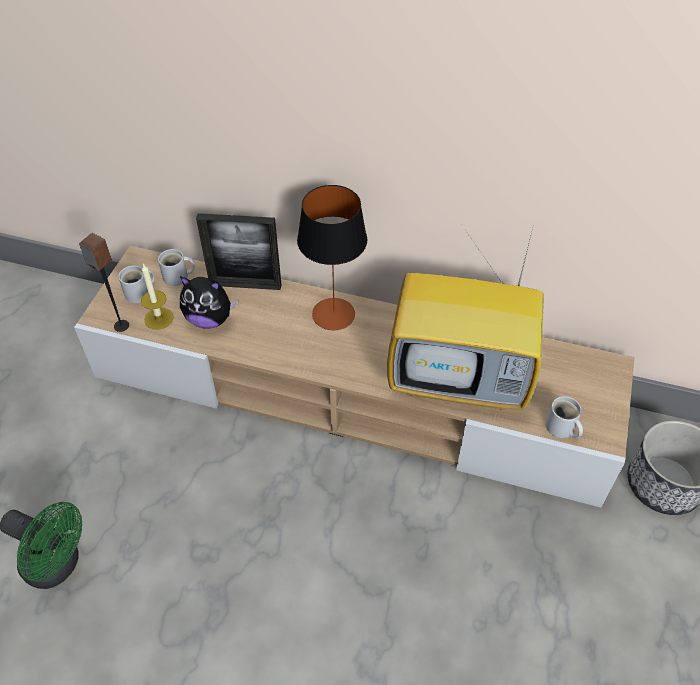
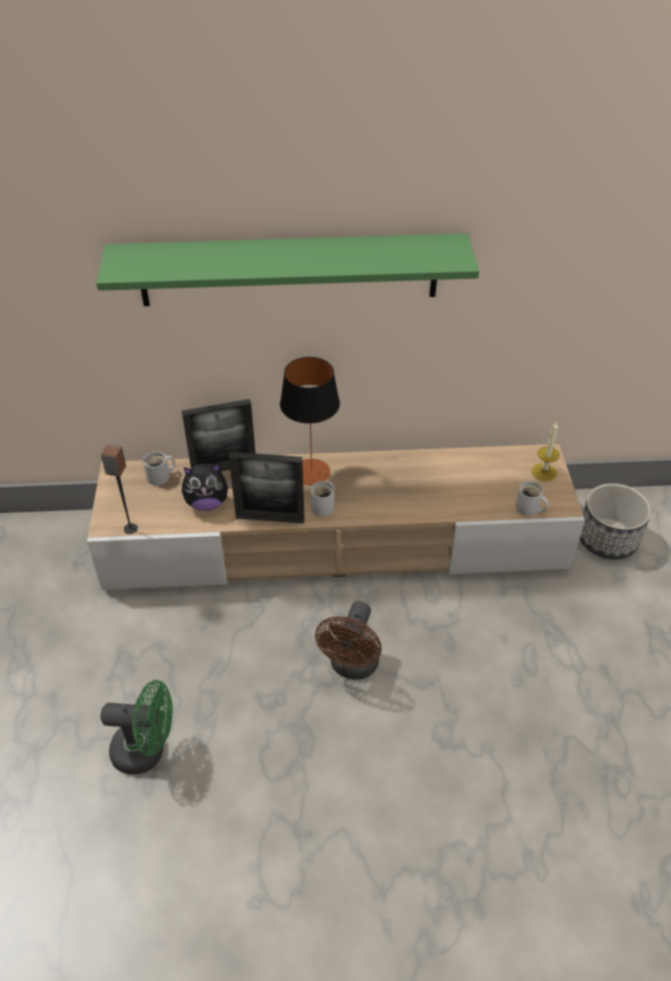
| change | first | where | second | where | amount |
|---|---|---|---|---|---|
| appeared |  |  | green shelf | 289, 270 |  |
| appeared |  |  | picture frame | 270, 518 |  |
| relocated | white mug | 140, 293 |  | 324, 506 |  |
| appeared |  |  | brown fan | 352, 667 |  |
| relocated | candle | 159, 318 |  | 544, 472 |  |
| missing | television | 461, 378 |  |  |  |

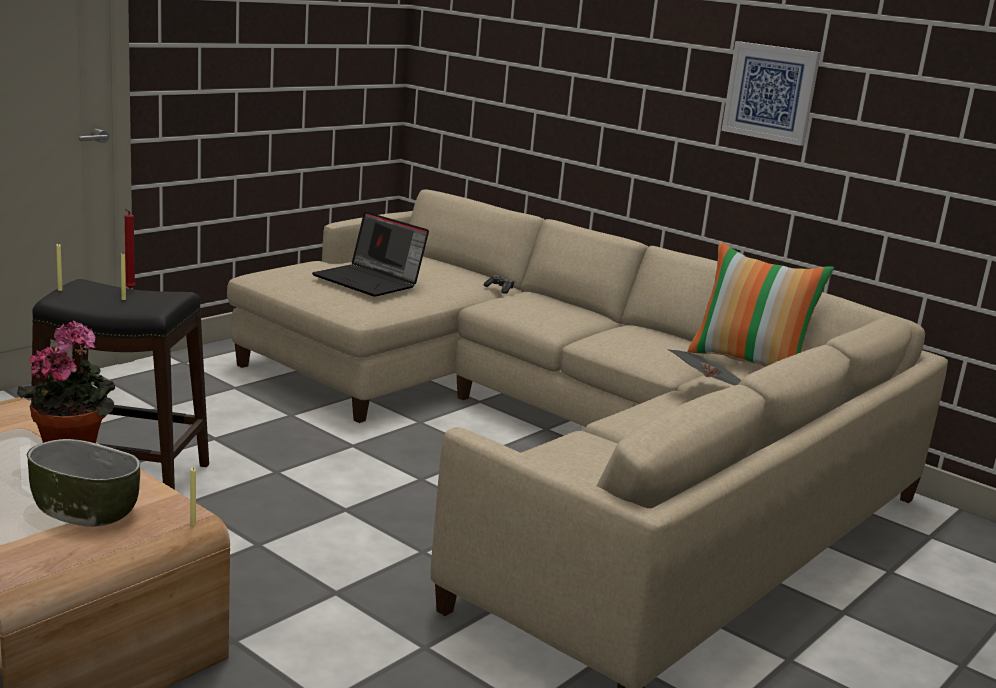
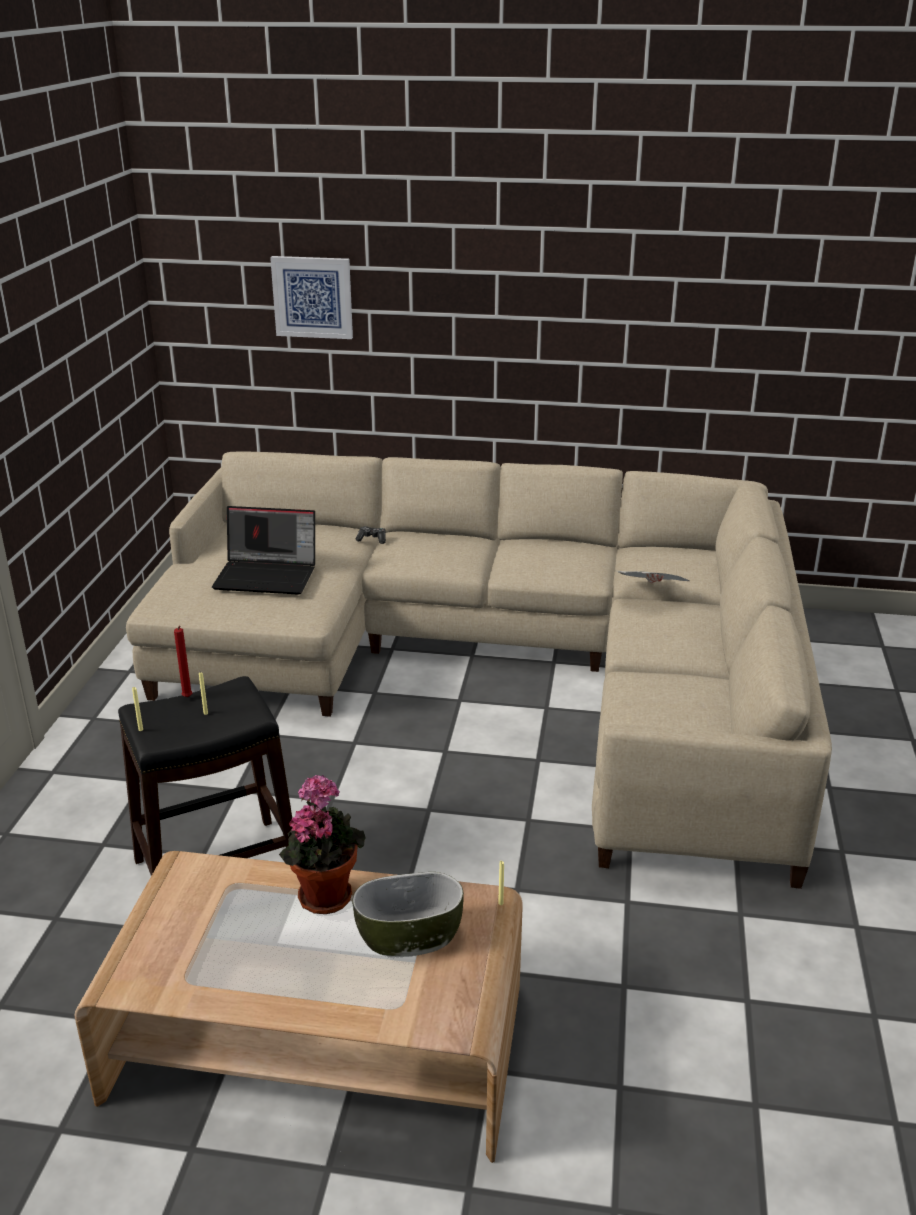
| change | first | where | second | where | amount |
|---|---|---|---|---|---|
| relocated | picture | 771, 92 |  | 313, 297 |  |
| missing | pillow | 749, 363 |  |  |  |

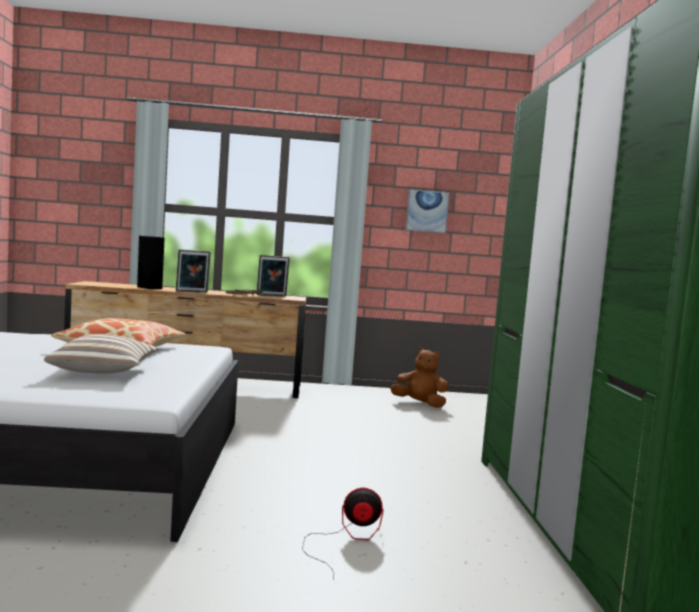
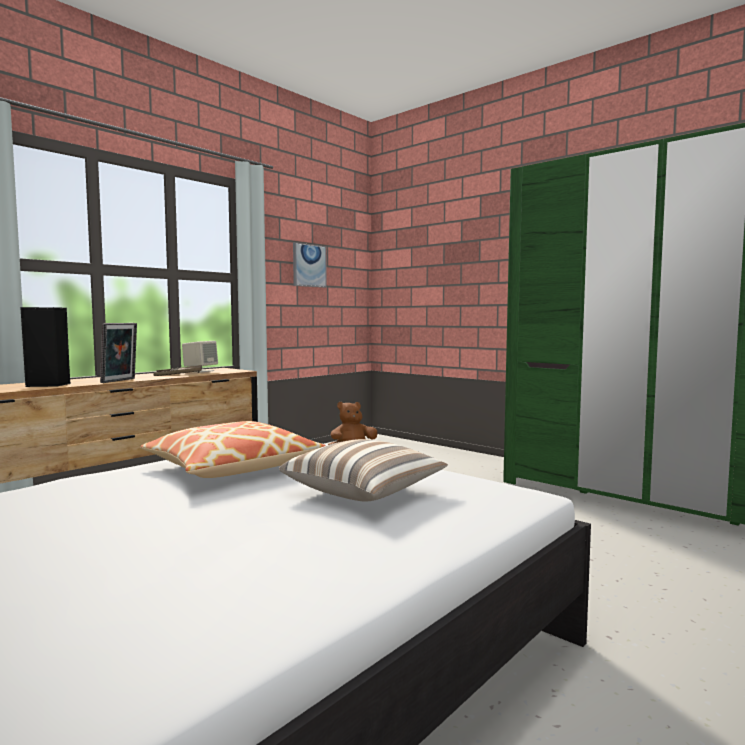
| change | first | where | second | where | amount |
|---|---|---|---|---|---|
| exchanged | picture frame | 271, 295 | beige speaker | 200, 371 |  |
| missing | fan | 346, 539 |  |  |  |

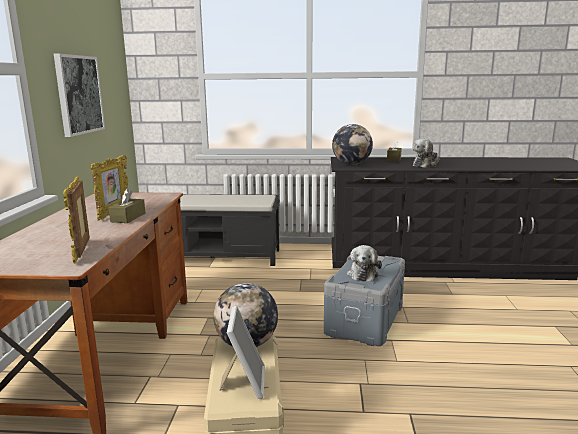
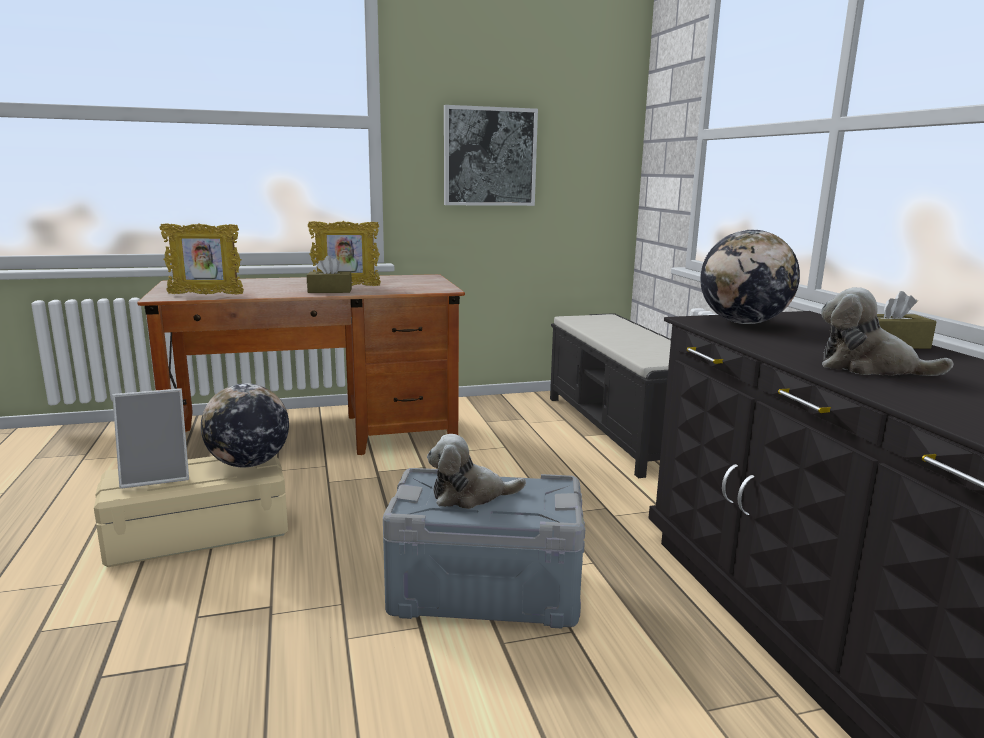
| change | first | where | second | where | amount |
|---|---|---|---|---|---|
| spun | picture frame | 82, 252 |  | 206, 294 | 150 degrees counterclockwise |

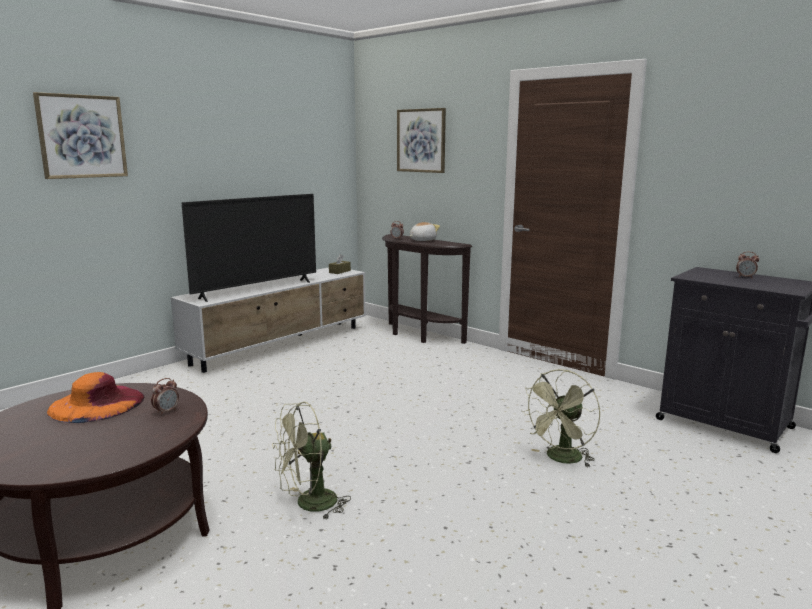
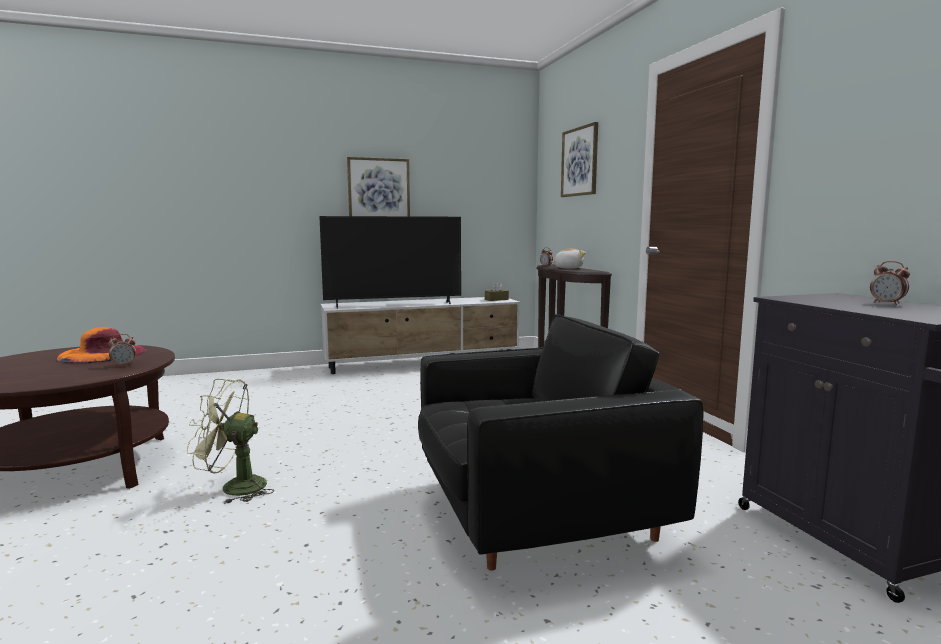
| change | first | where | second | where | amount |
|---|---|---|---|---|---|
| relocated | picture | 82, 136 |  | 379, 190 |  |
| exchanged | green fan | 561, 459 | black armchair | 535, 517 |  |

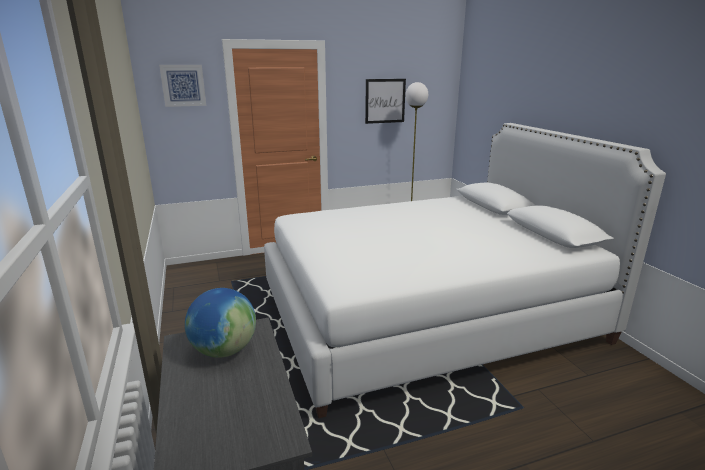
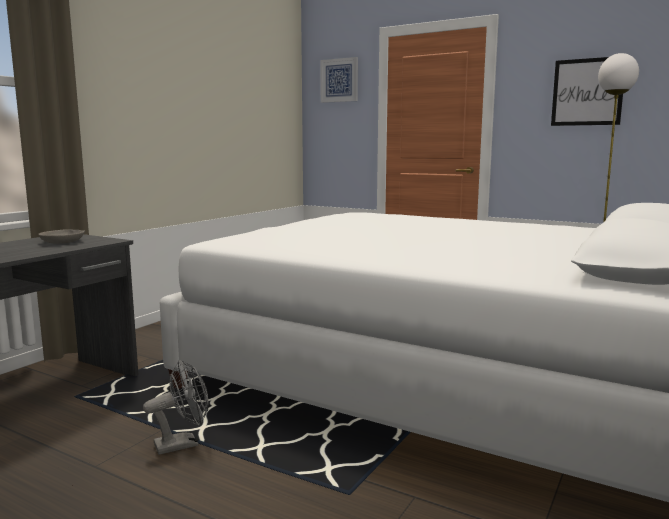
| change | first | where | second | where | amount |
|---|---|---|---|---|---|
| exchanged | globe | 224, 350 | grey bowl | 63, 242 |  |
| appeared |  |  | grey fan | 183, 443 |  |

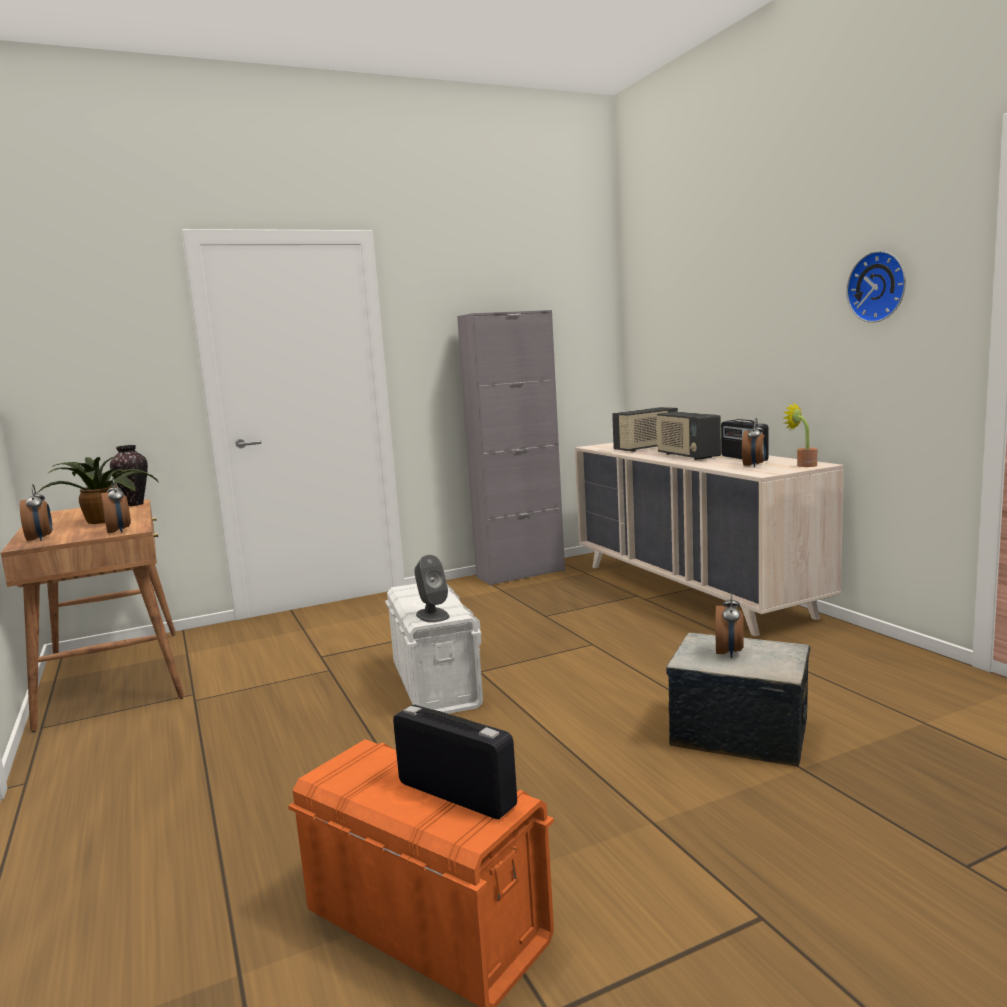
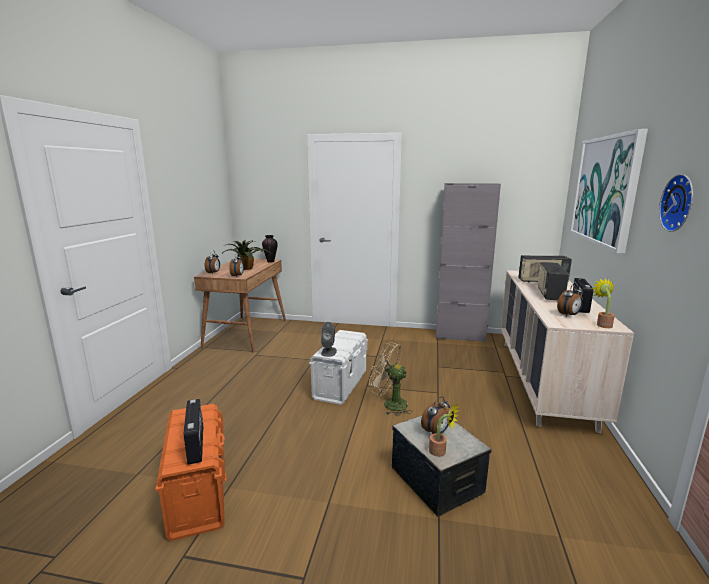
| change | first | where | second | where | amount |
|---|---|---|---|---|---|
| appeared |  |  | beige fan | 389, 404 |  |
| appeared |  |  | potted plant | 440, 452 |  |
| appeared |  |  | picture | 605, 190 |  |

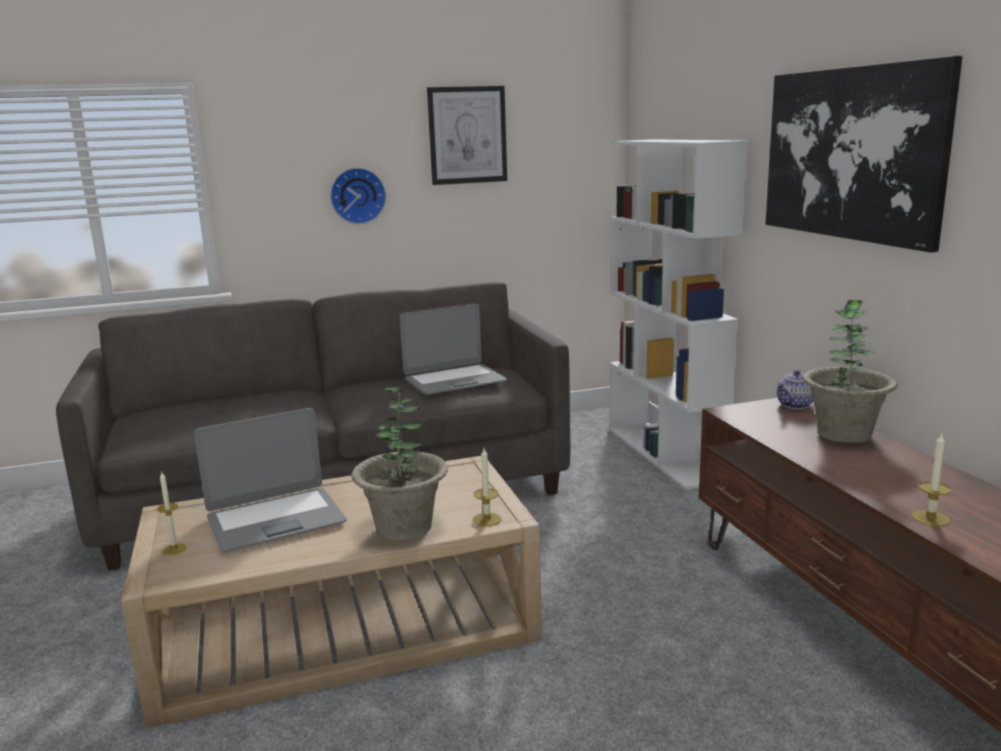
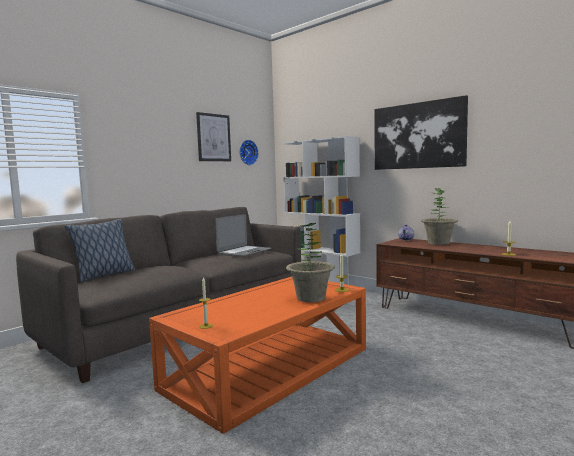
| change | first | where | second | where | amount |
|---|---|---|---|---|---|
| appeared |  |  | pillow | 104, 275 |  |
| colour | beige coffee table | 344, 626 | orange coffee table | 269, 367 |  |
| relocated | wall clock | 357, 195 |  | 247, 152 |  |
| missing | laptop | 275, 520 |  |  |  |

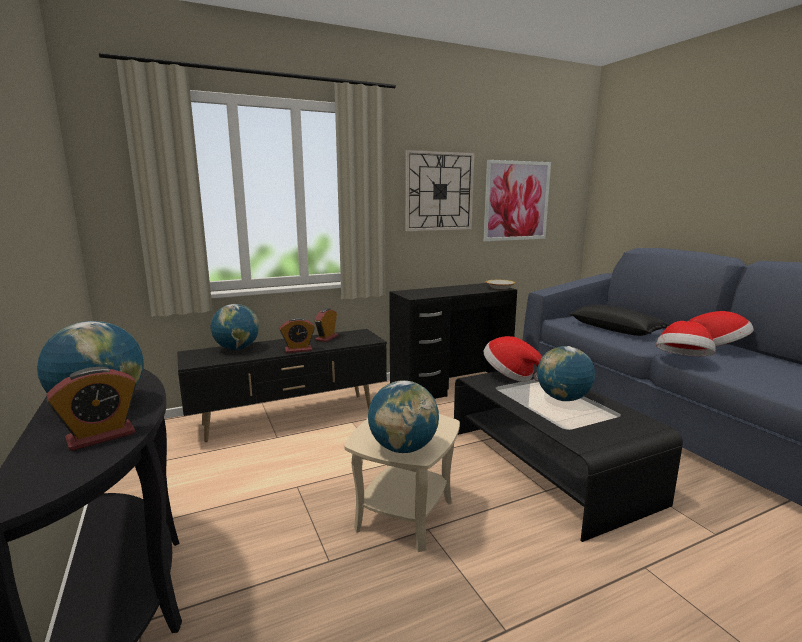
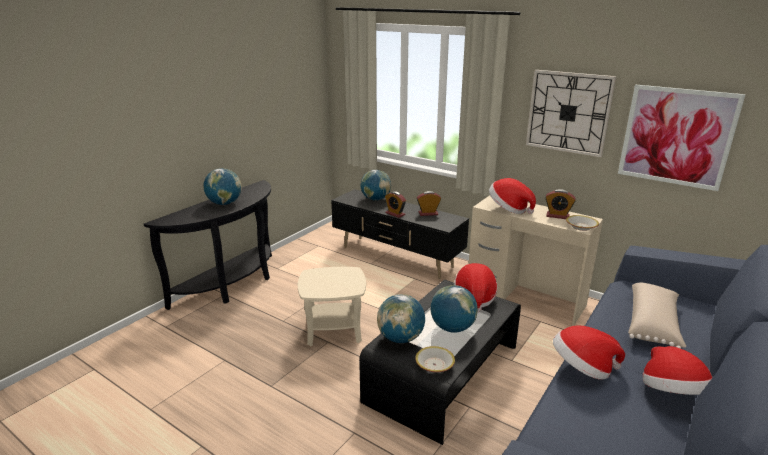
| change | first | where | second | where | amount |
|---|---|---|---|---|---|
| relocated | globe | 403, 448 |  | 400, 338 |  |
| appeared |  |  | bowl | 434, 365 |  |
| colour | black desk | 451, 386 | beige desk | 525, 297 |  |
| appeared |  |  | hat | 509, 209 |  |
| relocated | alarm clock | 101, 436 |  | 557, 216 |  |
| colour | black pillow | 616, 330 | beige pillow | 653, 325 |  |

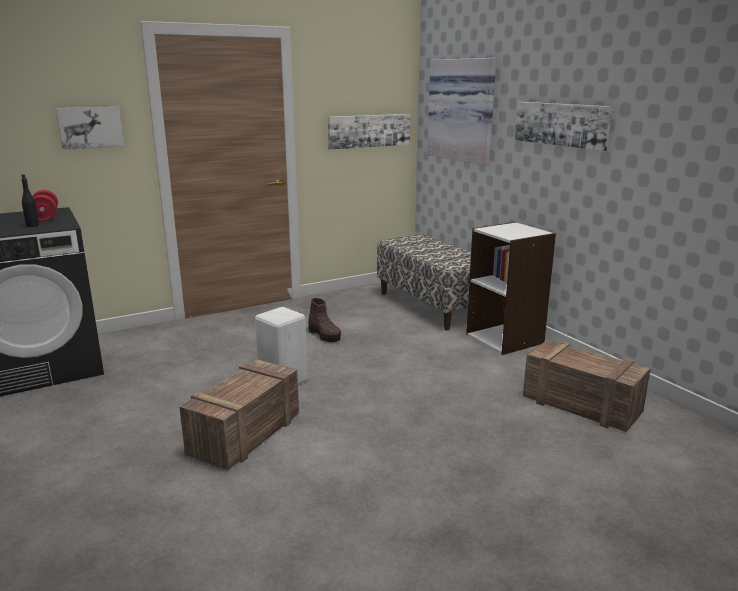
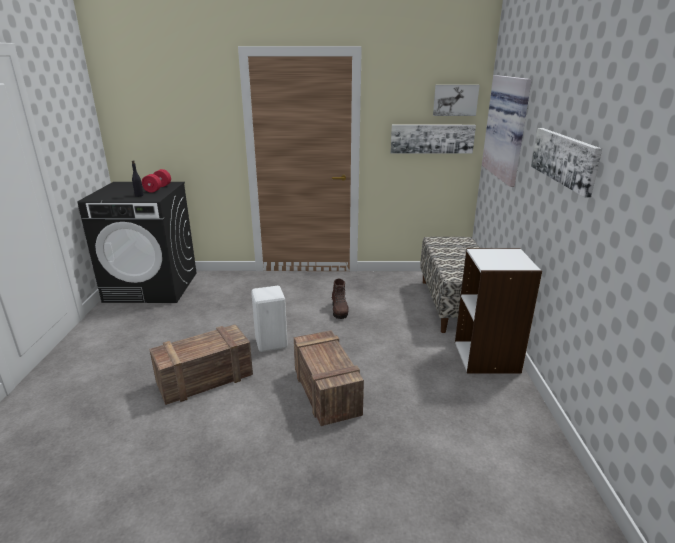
| change | first | where | second | where | amount |
|---|---|---|---|---|---|
| relocated | crate | 583, 405 |  | 327, 393 |  |
| relocated | picture | 90, 127 |  | 455, 100 |  |

